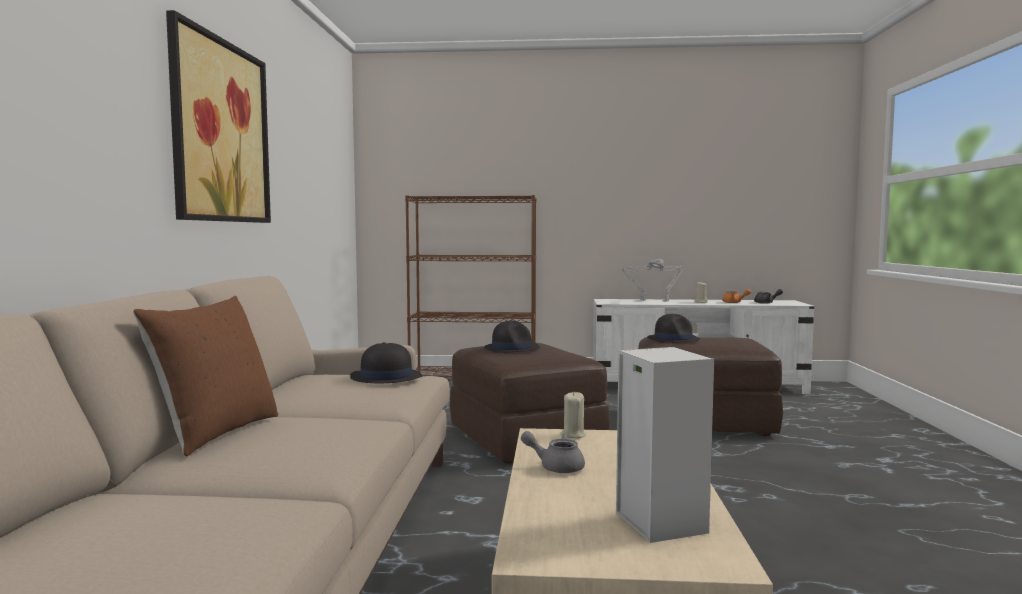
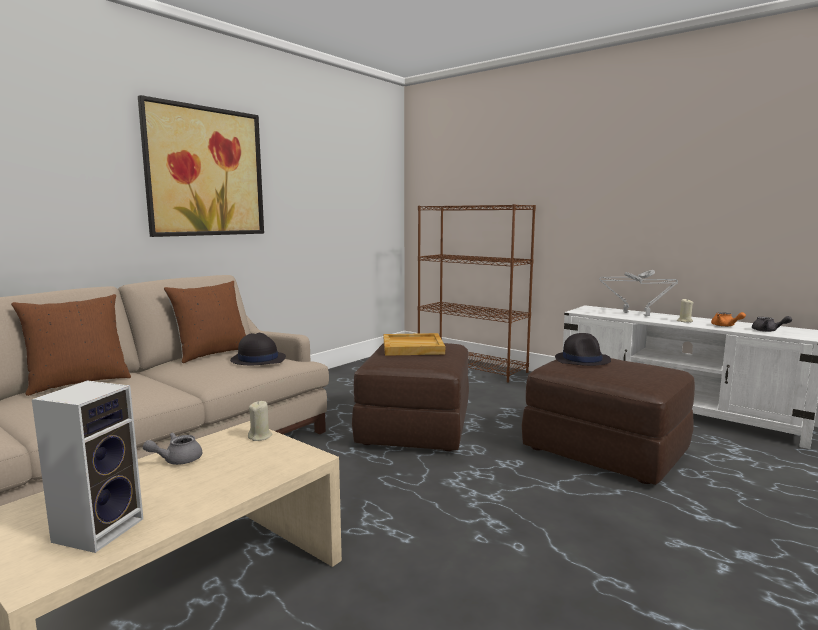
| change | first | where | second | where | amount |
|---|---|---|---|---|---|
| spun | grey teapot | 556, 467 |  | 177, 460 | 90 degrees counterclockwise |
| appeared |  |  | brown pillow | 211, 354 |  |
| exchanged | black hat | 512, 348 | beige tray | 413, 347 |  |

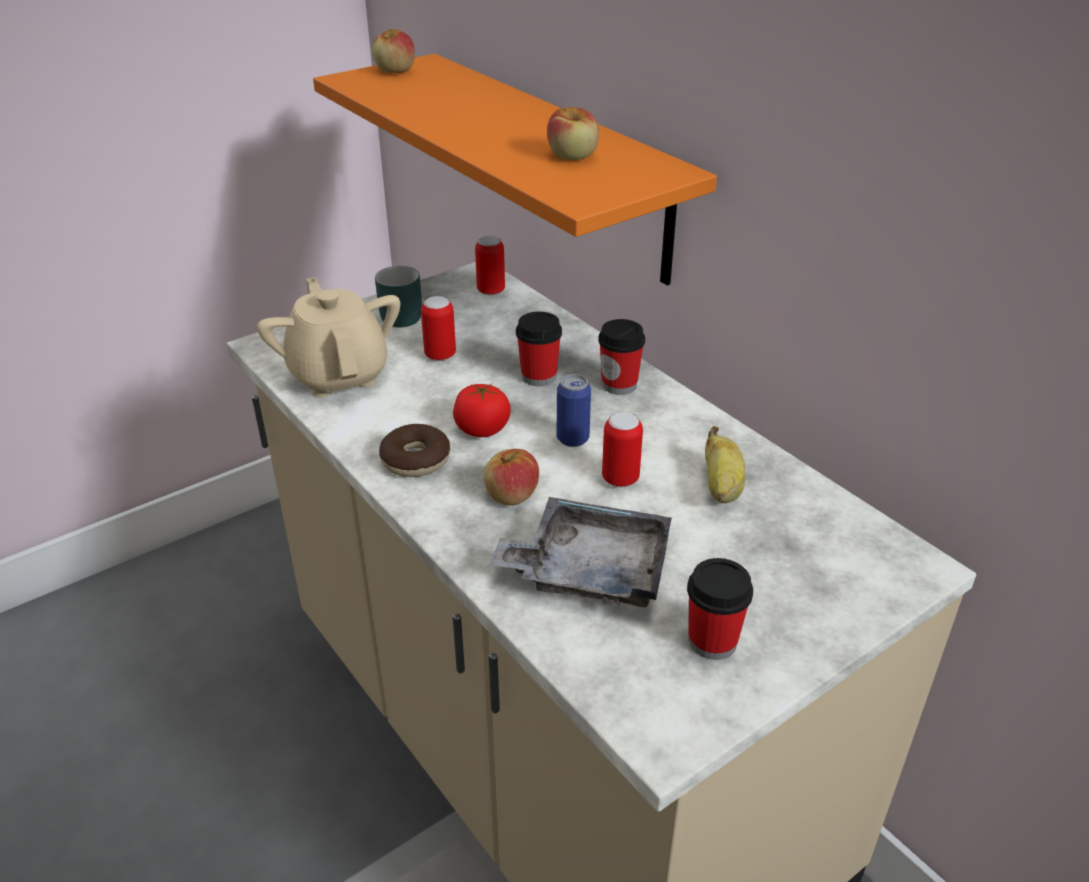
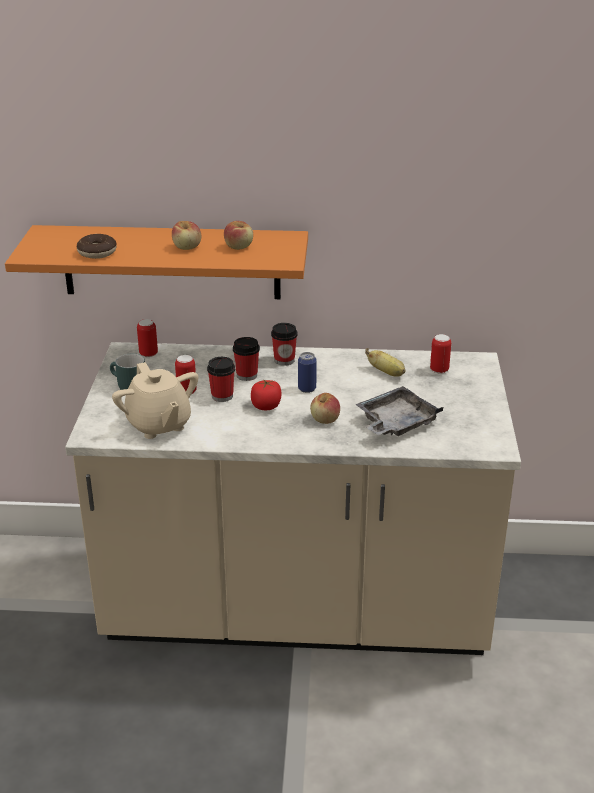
| change | first | where | second | where | amount |
|---|---|---|---|---|---|
| relocated | donut | 415, 460 |  | 97, 252 |  |
| spun | beige teapot | 339, 375 |  | 158, 425 | 135 degrees counterclockwise |
| relocated | apple | 395, 71 |  | 187, 247 |  |
| relocated | cup | 712, 641 |  | 222, 396 |  |
| relocated | can | 620, 479 |  | 439, 370 |  |

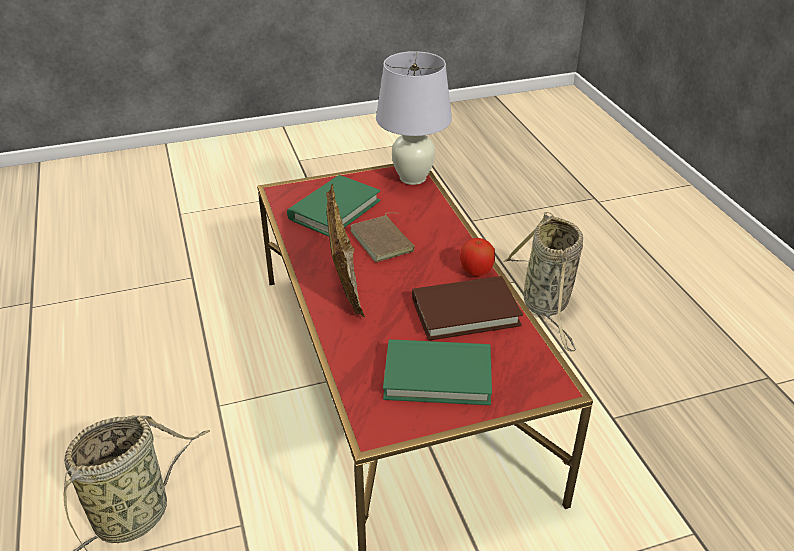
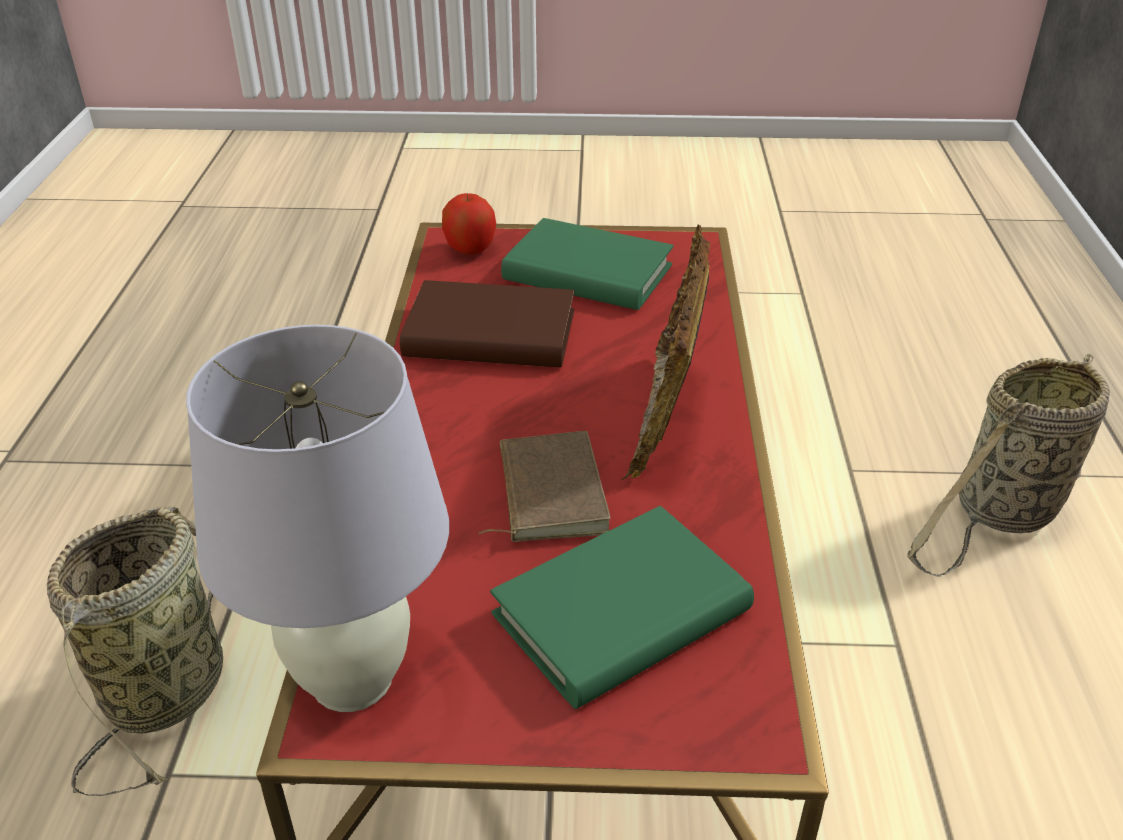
| change | first | where | second | where | amount |
|---|---|---|---|---|---|
| relocated | apple | 476, 271 |  | 470, 249 |  |

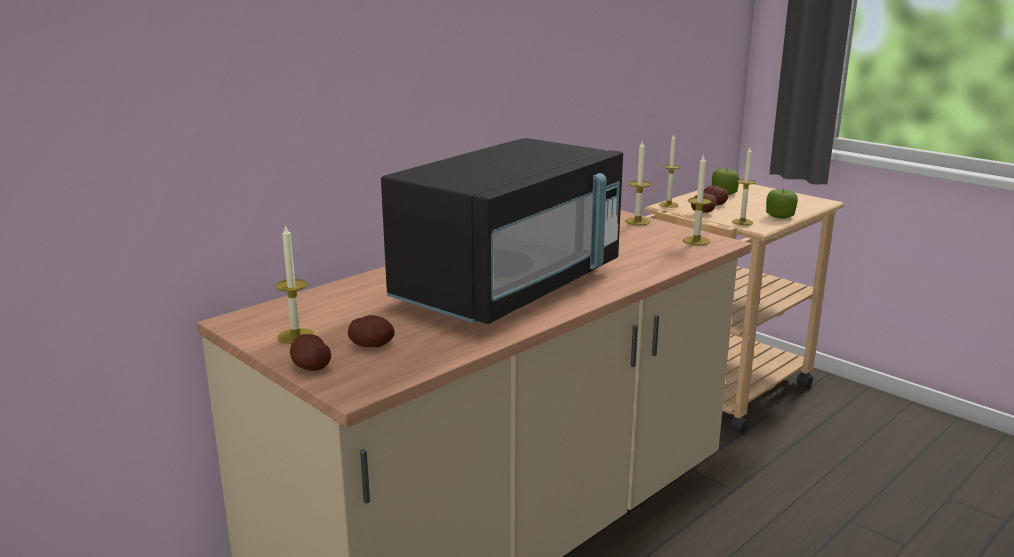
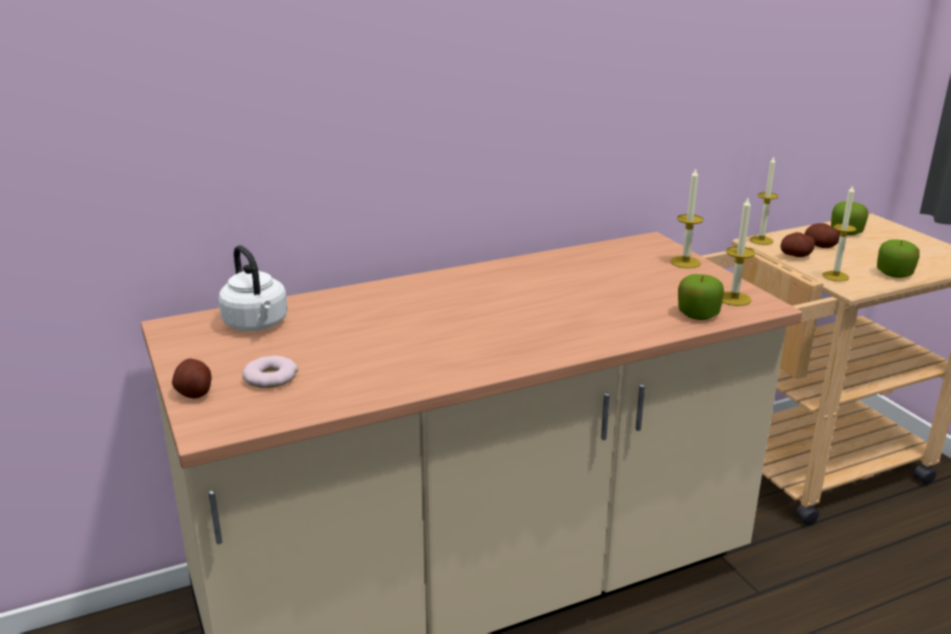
| change | first | where | second | where | amount |
|---|---|---|---|---|---|
| appeared |  |  | white kettle | 257, 325 |  |
| exchanged | potato | 372, 345 | donut | 270, 377 |  |
| appeared |  |  | apple | 698, 314 |  |
| missing | candle | 296, 336 |  |  |  |
| missing | black microwave | 510, 287 |  |  |  |

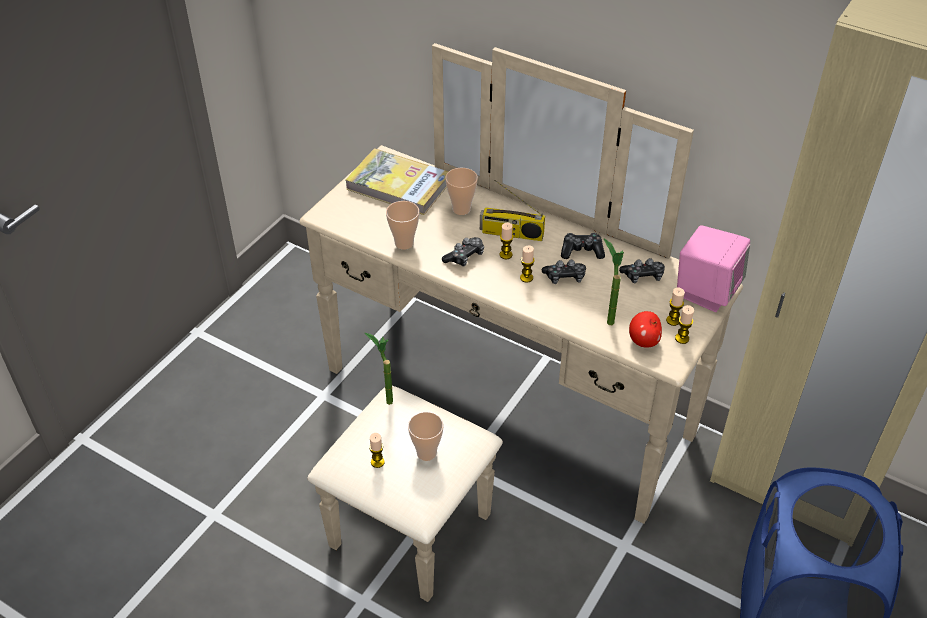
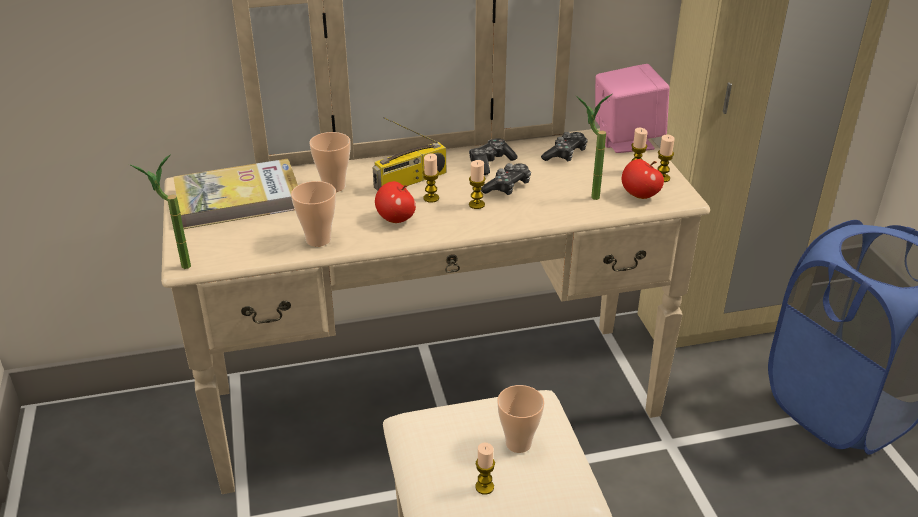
| change | first | where | second | where | amount |
|---|---|---|---|---|---|
| relocated | potted plant | 384, 398 |  | 176, 266 |  |
| exchanged | game controller | 465, 257 | apple | 396, 219 |  |

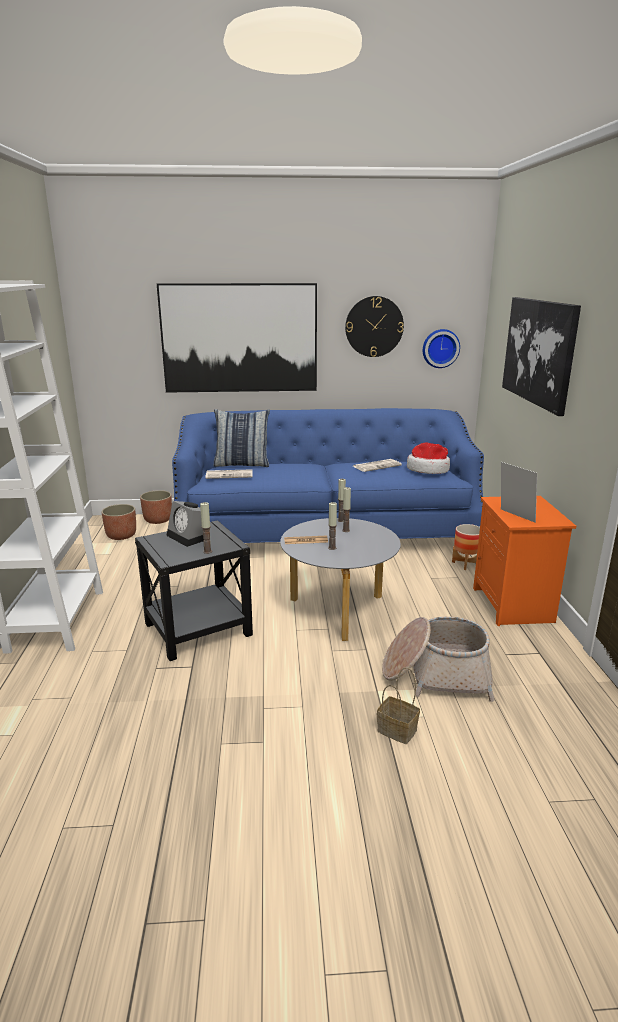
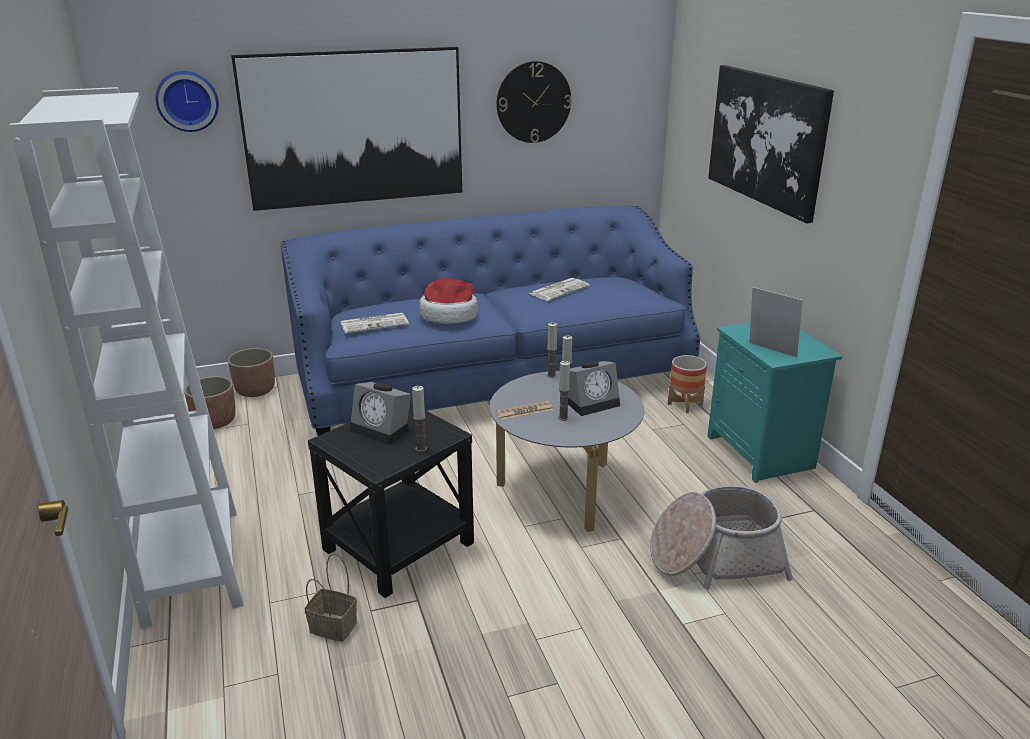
| change | first | where | second | where | amount |
|---|---|---|---|---|---|
| relocated | wall clock | 440, 348 |  | 187, 100 |  |
| relocated | basket | 395, 730 |  | 331, 627 |  |
| relocated | hat | 428, 469 |  | 449, 315 |  |
| appeared |  |  | alarm clock | 593, 403 |  |
| colour | orange nightstand | 514, 606 | turquoise nightstand | 762, 453 |  |
| missing | pillow | 242, 464 |  |  |  |

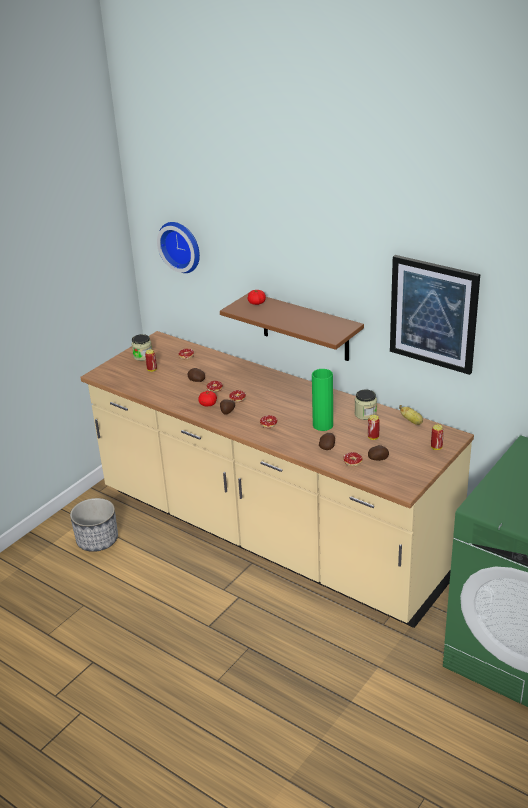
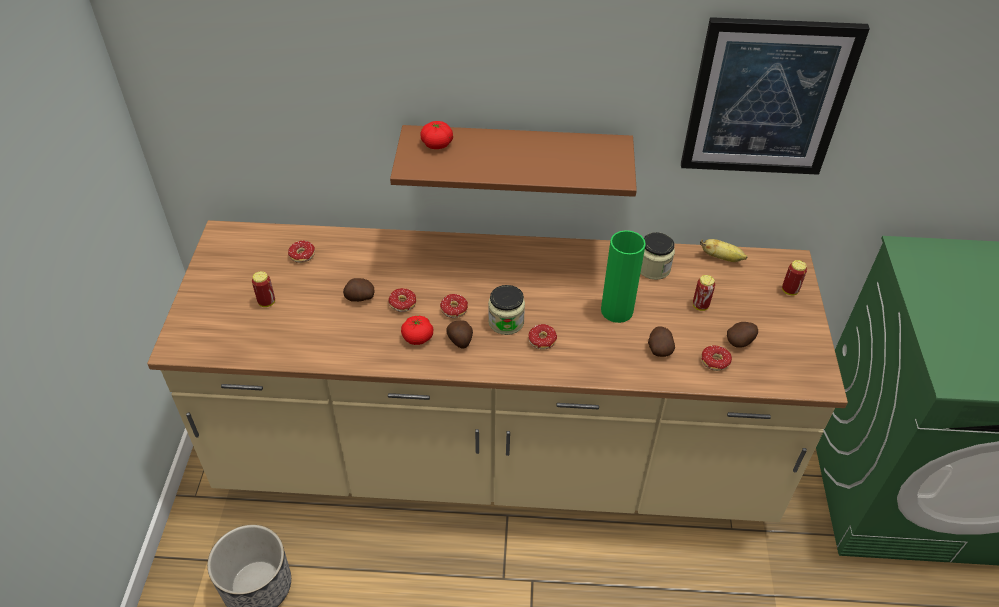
| change | first | where | second | where | amount |
|---|---|---|---|---|---|
| relocated | jar | 143, 356 |  | 506, 322 |  |
| missing | wall clock | 181, 246 |  |  |  |

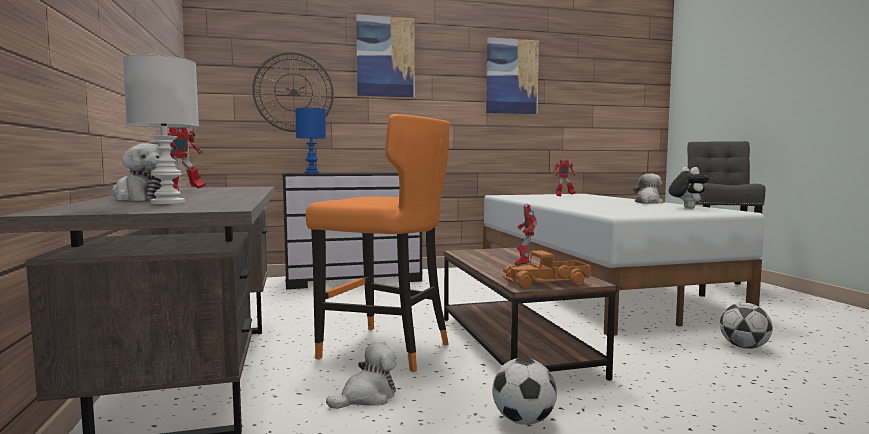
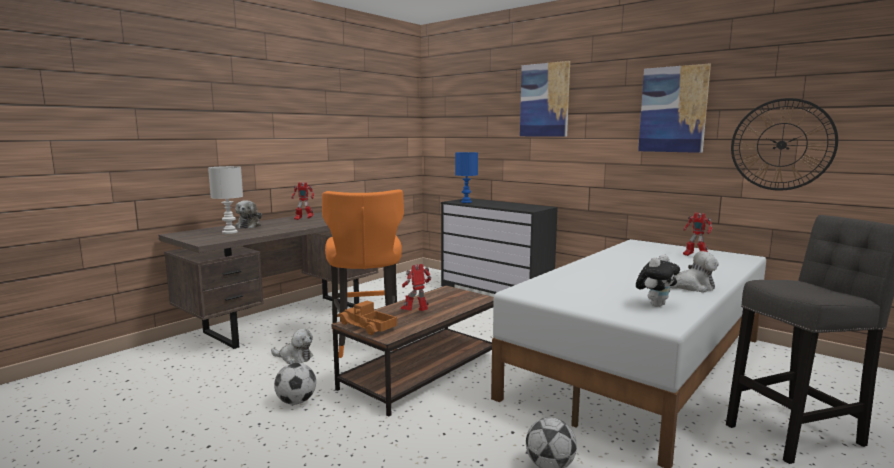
| change | first | where | second | where | amount |
|---|---|---|---|---|---|
| relocated | wall clock | 293, 92 |  | 781, 145 |  |

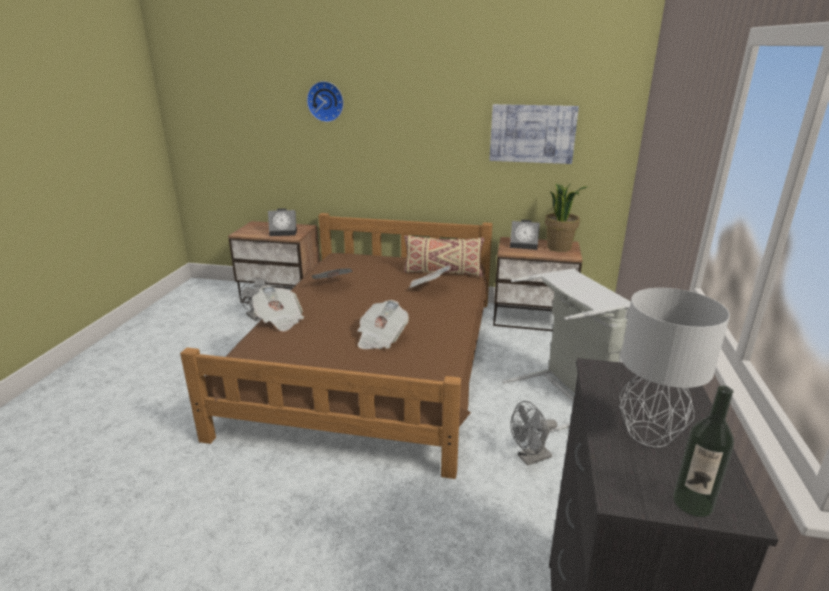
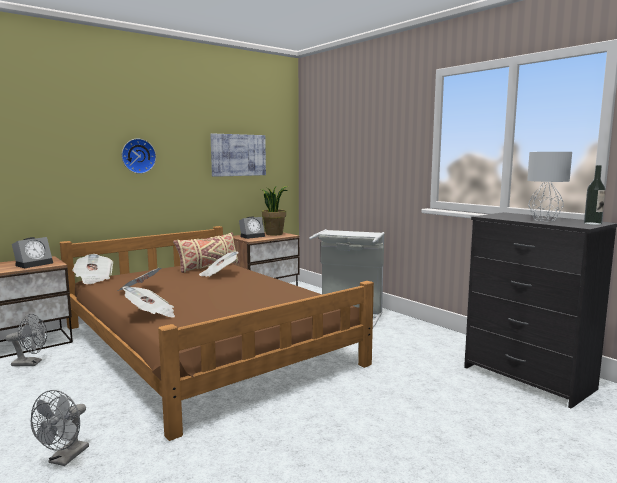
| change | first | where | second | where | amount |
|---|---|---|---|---|---|
| relocated | grey fan | 530, 458 |  | 65, 459 |  |
| relocated | newspaper | 380, 338 |  | 93, 279 |  |
| relocated | wall clock | 326, 101 |  | 138, 156 |  |

